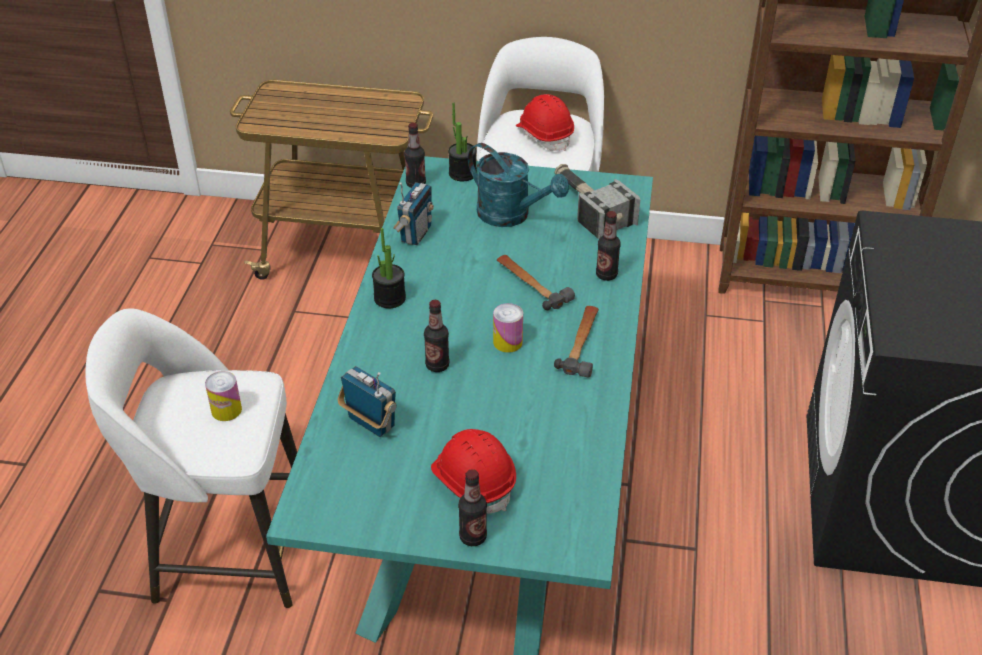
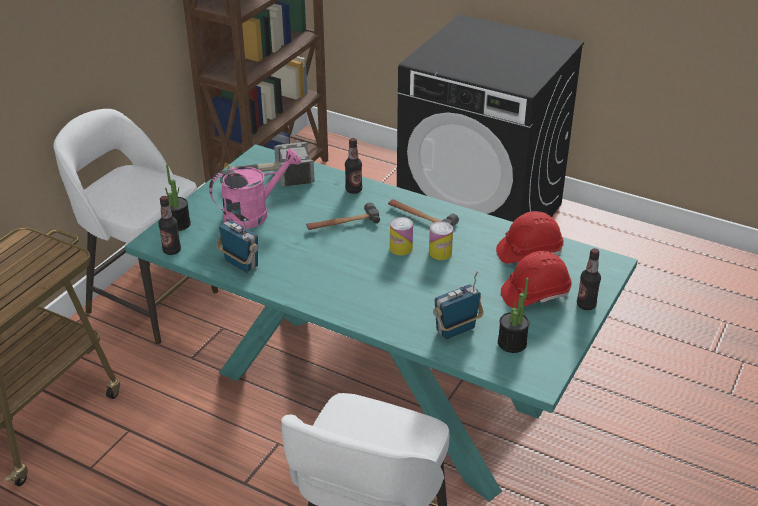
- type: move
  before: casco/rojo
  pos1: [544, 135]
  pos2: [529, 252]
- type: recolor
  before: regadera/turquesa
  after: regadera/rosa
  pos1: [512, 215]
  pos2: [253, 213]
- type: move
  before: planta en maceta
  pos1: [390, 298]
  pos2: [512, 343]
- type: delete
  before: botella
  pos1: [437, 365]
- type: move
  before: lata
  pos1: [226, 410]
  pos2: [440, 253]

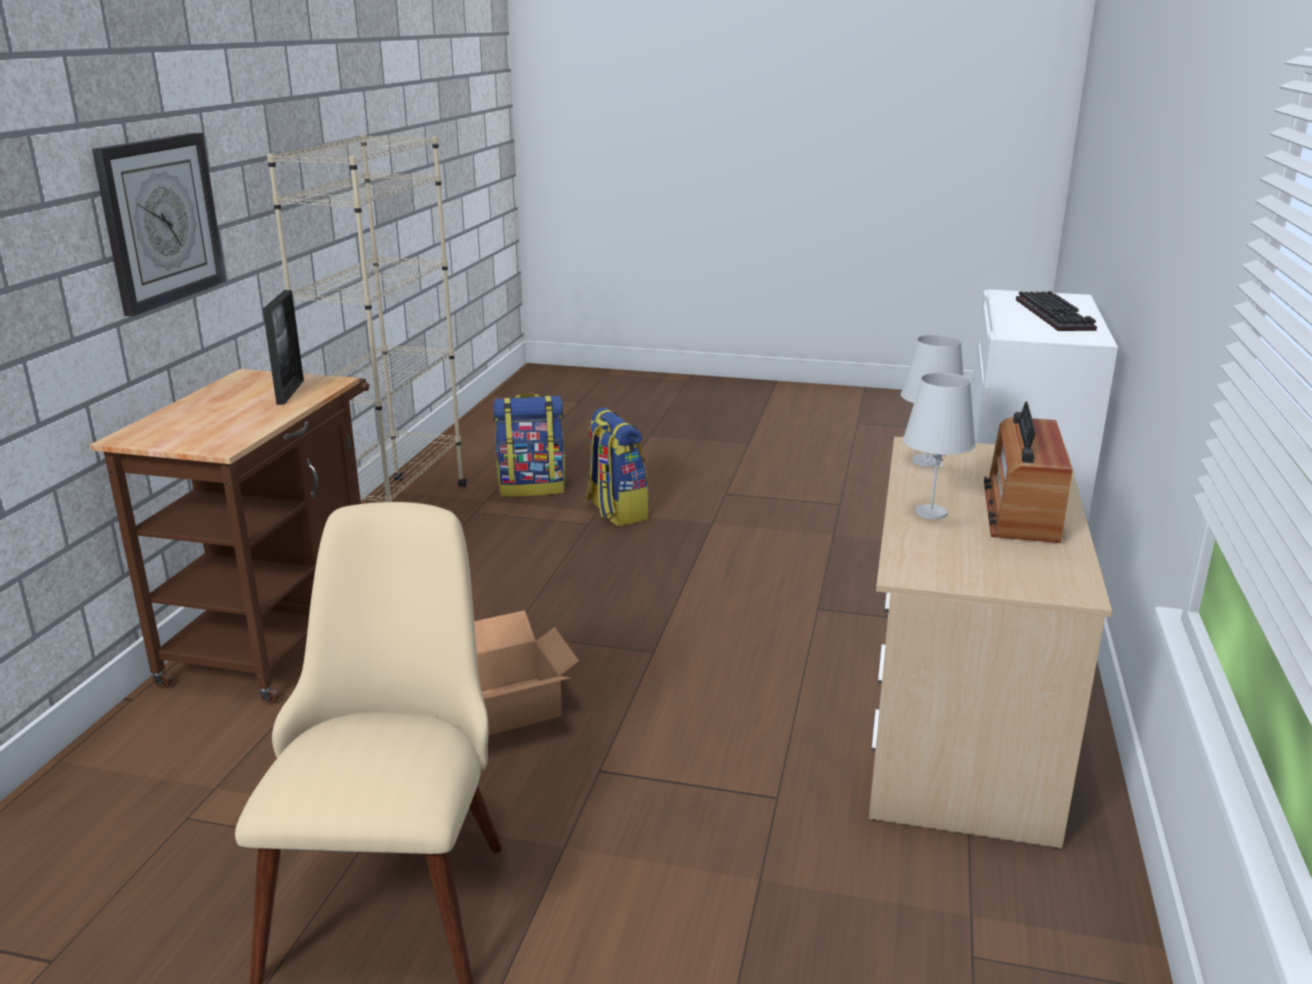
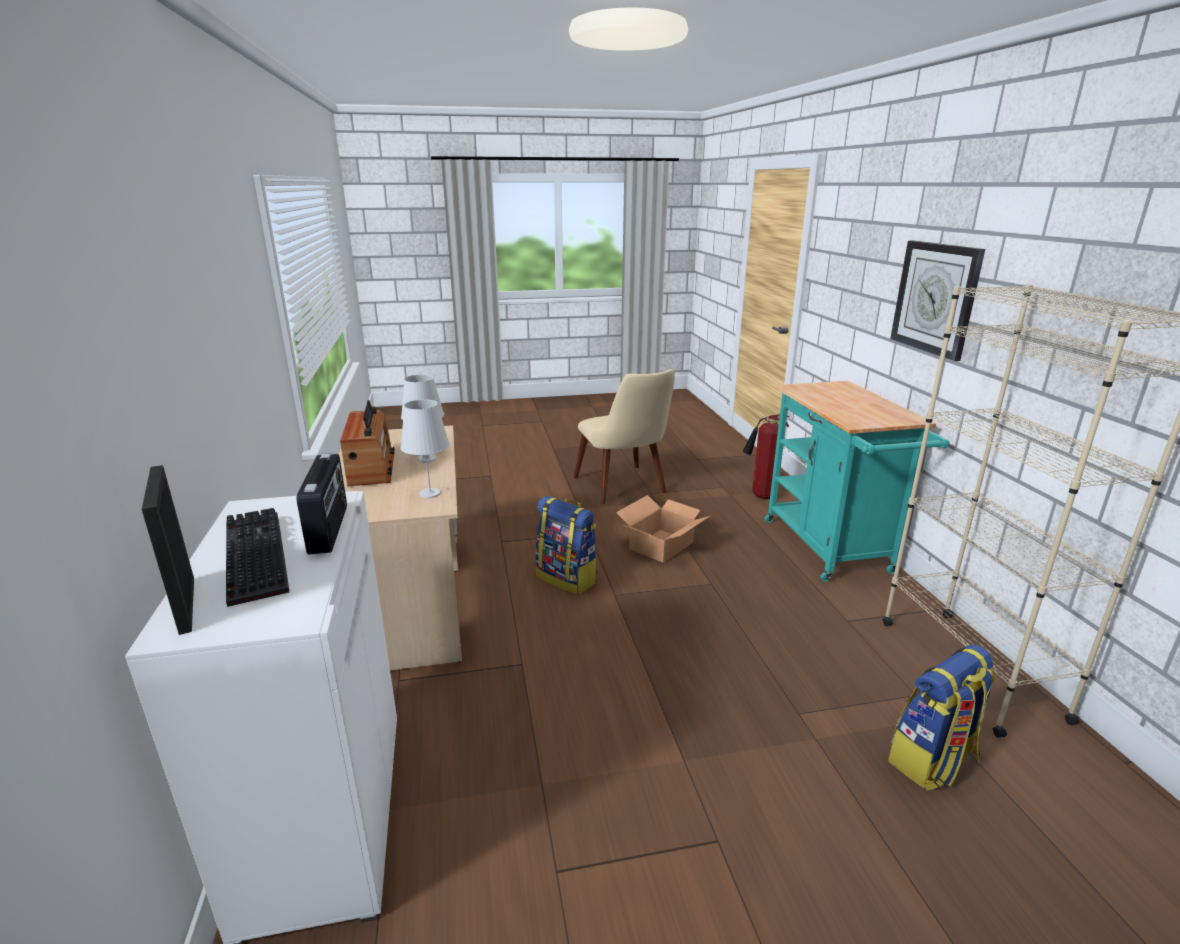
- type: move
  before: portarretratos
  pos1: [290, 392]
  pos2: [187, 604]
- type: recolor
  before: carrito/marrón
  after: carrito/turquesa
  pos1: [280, 633]
  pos2: [832, 550]
- type: move
  before: mochila
  pos1: [615, 511]
  pos2: [567, 579]
- type: insert
  after: extintor
  pos2: [760, 495]
- type: insert
  after: radio
  pos2: [330, 529]

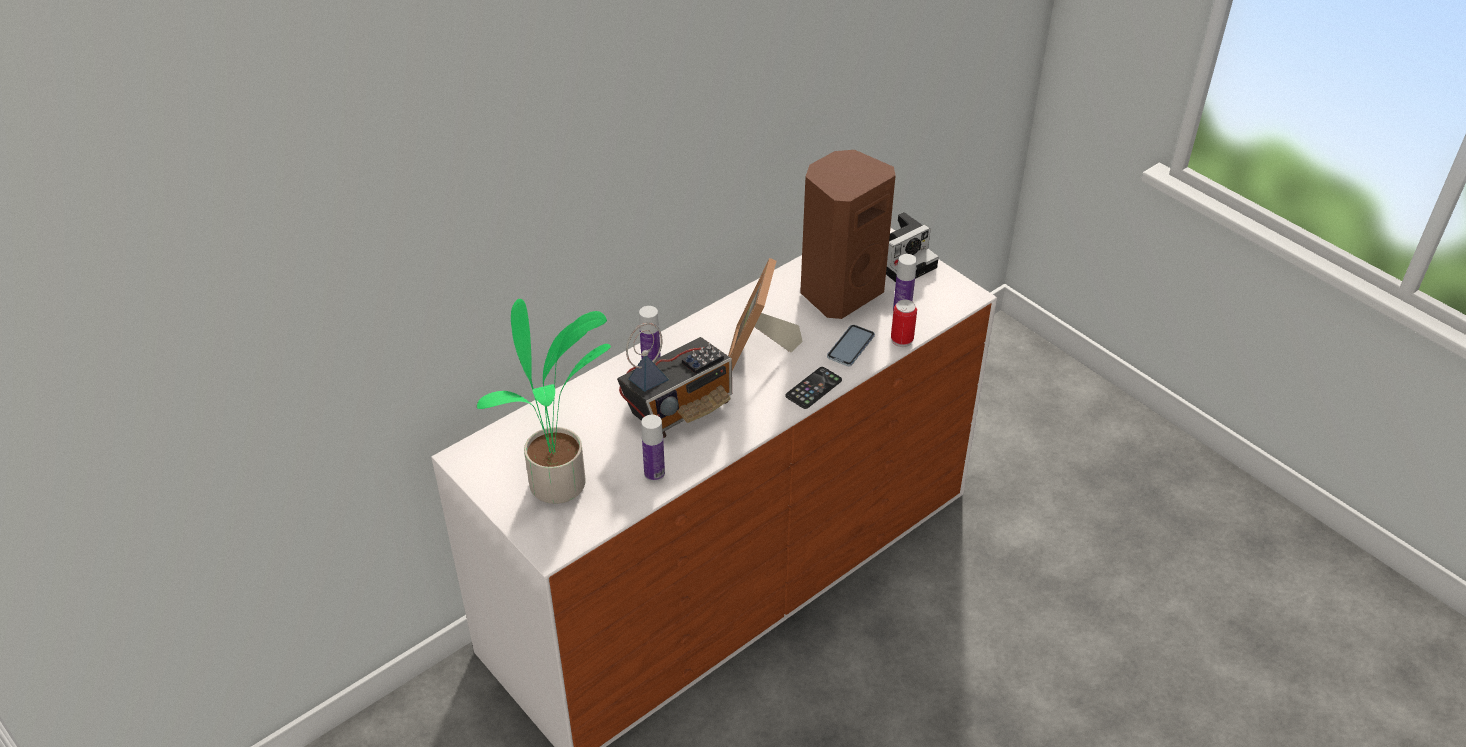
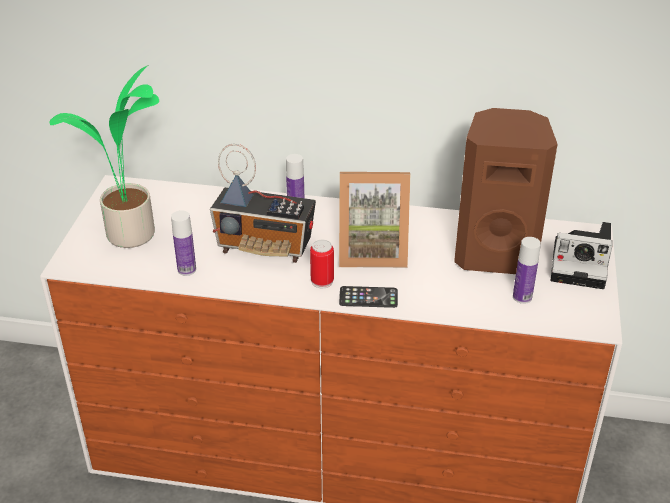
- type: rotate
  before: portarretratos
  pos1: [759, 352]
  pos2: [372, 251]
  turn: -150
- type: move
  before: lata
  pos1: [902, 339]
  pos2: [322, 281]
- type: delete
  before: móvil
  pos1: [850, 346]

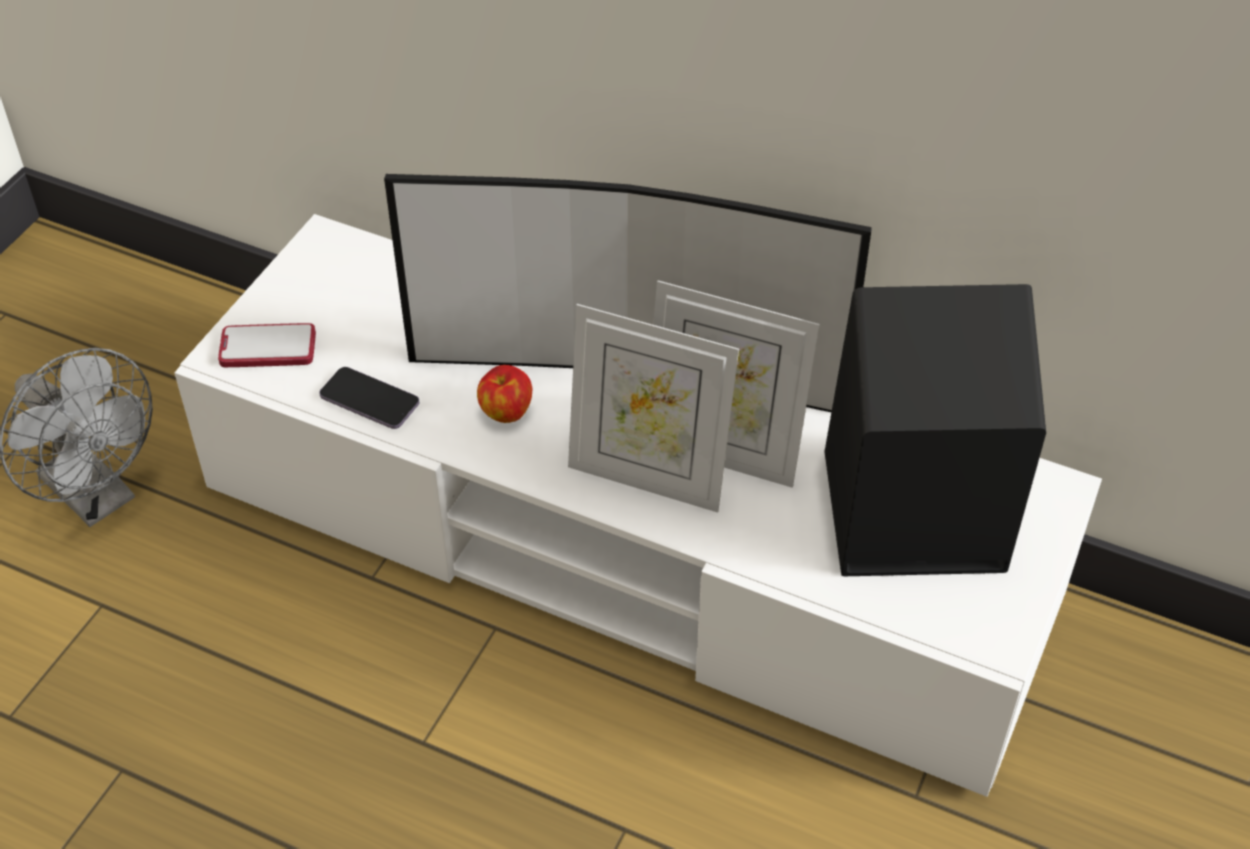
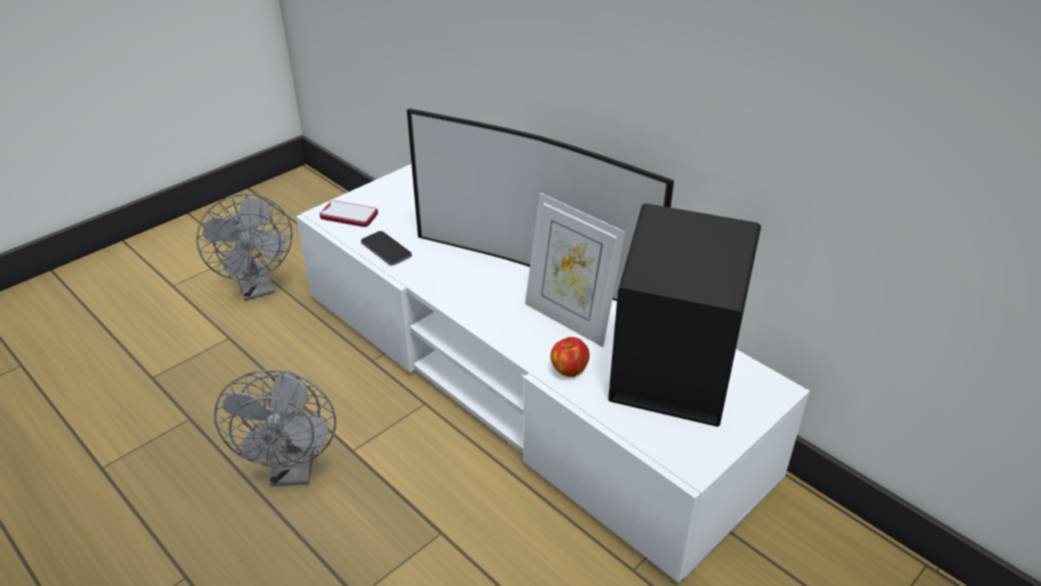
- type: delete
  before: portarretratos
  pos1: [648, 477]
- type: move
  before: manzana
  pos1: [505, 412]
  pos2: [568, 370]
- type: insert
  after: ventilador/gris
  pos2: [294, 470]

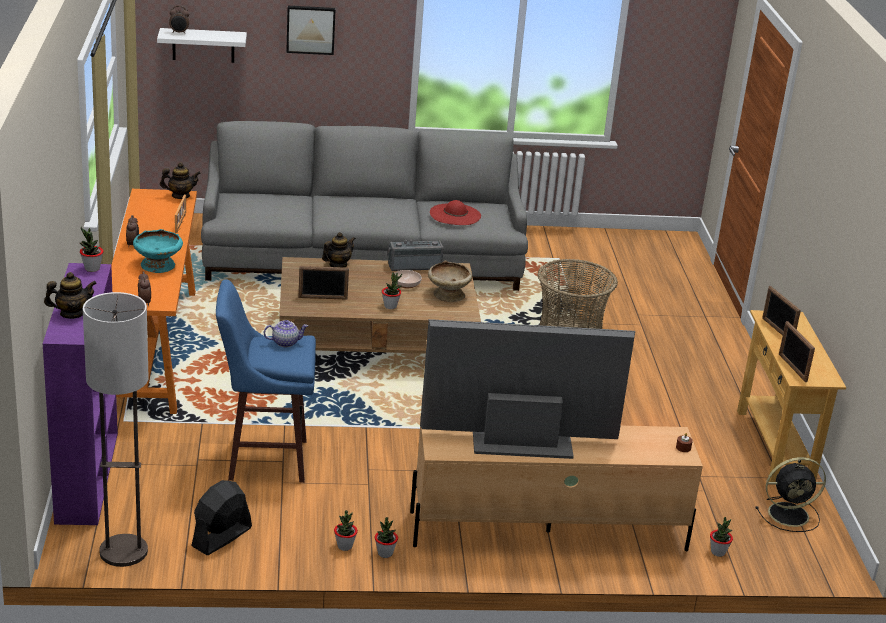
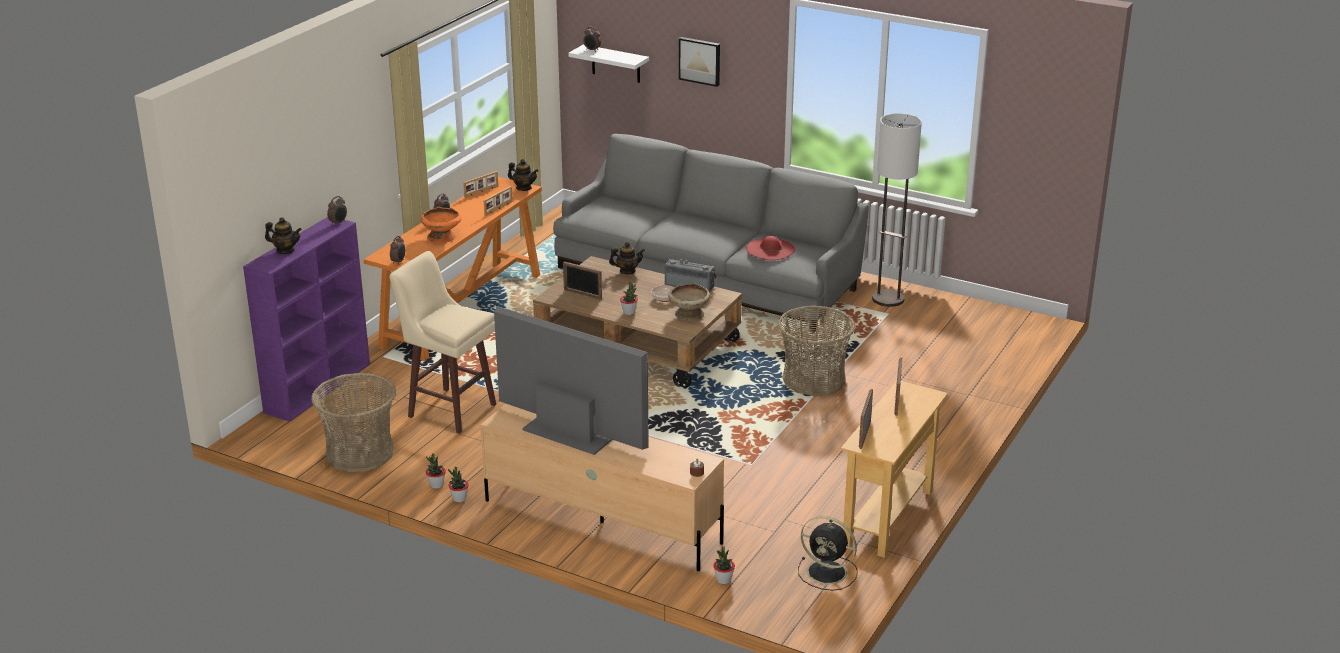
- type: replace
  before: planta en maceta
  after: despertador
  pos1: [92, 268]
  pos2: [338, 223]
- type: recolor
  before: cuenco/turquesa
  after: cuenco/naranja
  pos1: [158, 264]
  pos2: [442, 236]
- type: recolor
  before: taburete/azul
  after: taburete/beis
  pos1: [264, 459]
  pos2: [450, 409]
- type: move
  before: lámpara de pie
  pos1: [124, 551]
  pos2: [888, 299]
- type: delete
  before: tetera
  pos1: [285, 342]
- type: replace
  before: ventilador/negro
  after: cesta
  pos1: [221, 537]
  pos2: [359, 453]
- type: insert
  after: portarretratos
  pos2: [481, 192]

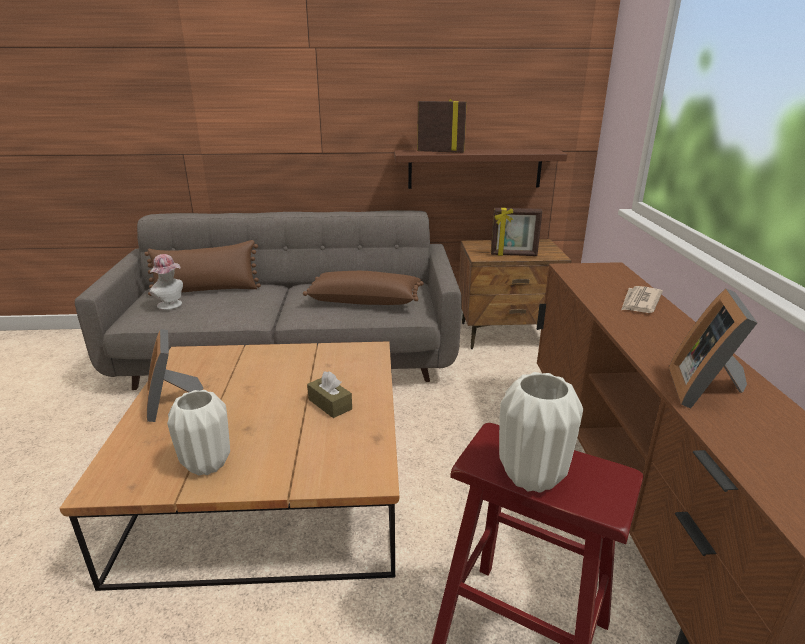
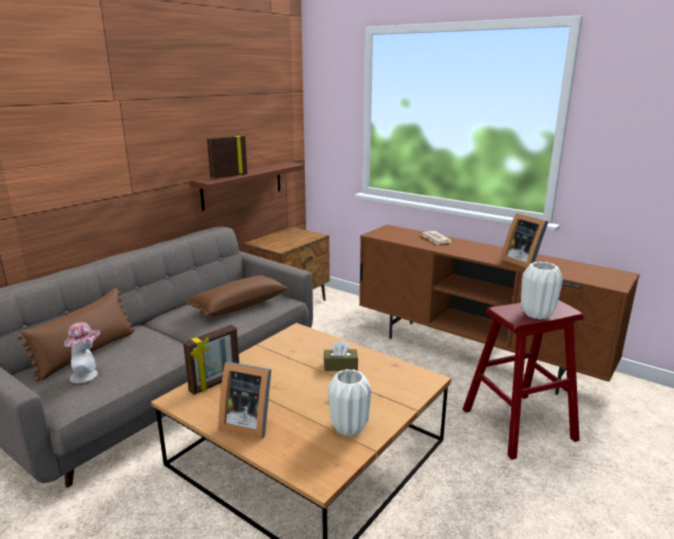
- type: move
  before: portarretratos
  pos1: [513, 255]
  pos2: [215, 383]

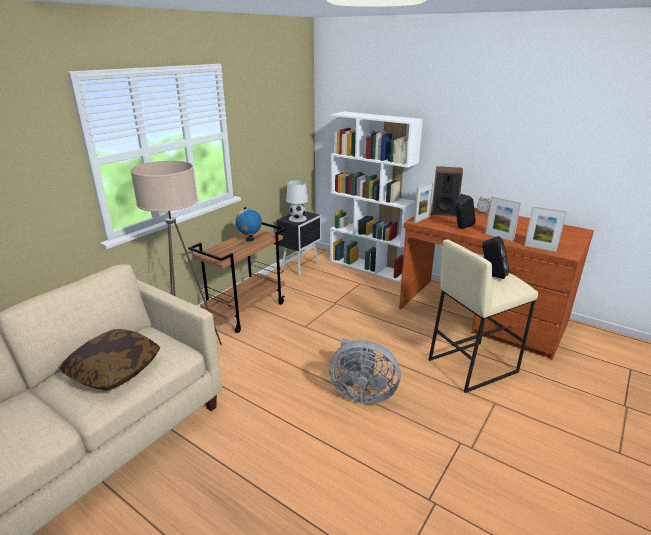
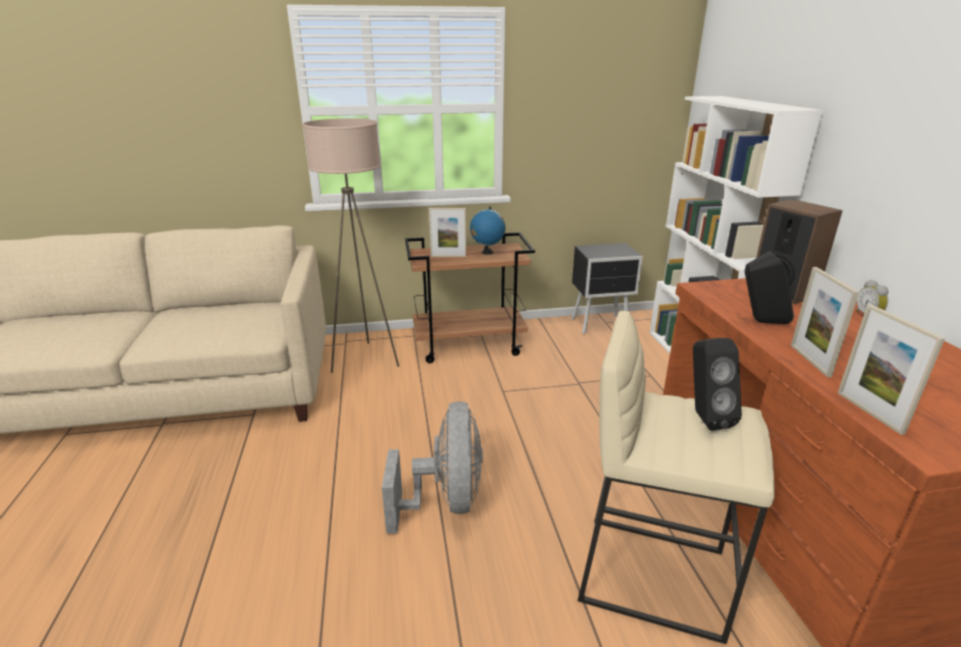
- type: delete
  before: lámpara de mesa/blanco
  pos1: [297, 218]
- type: move
  before: portarretratos
  pos1: [422, 220]
  pos2: [448, 256]
- type: delete
  before: cojín
  pos1: [115, 370]
- type: rotate
  before: ventilador/gris
  pos1: [362, 393]
  pos2: [446, 501]
  turn: -150

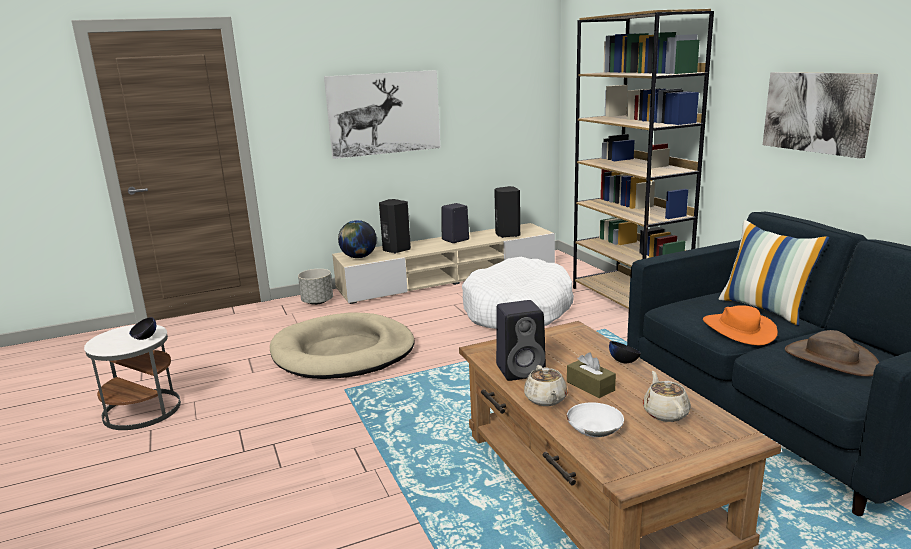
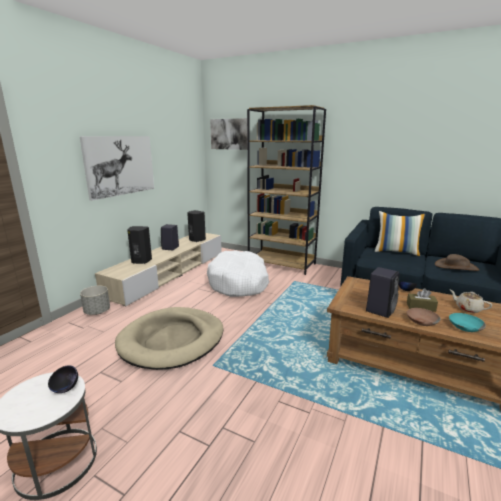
- type: move
  before: cuadro
  pos1: [817, 112]
  pos2: [230, 134]
- type: delete
  before: globo terráqueo
  pos1: [358, 257]
- type: delete
  before: sombrero/naranja
  pos1: [738, 329]
- type: replace
  before: tetera/beis
  after: cuenco/marrón
  pos1: [545, 399]
  pos2: [421, 321]
- type: recolor
  before: cuenco/blanco
  after: cuenco/turquesa
  pos1: [594, 427]
  pos2: [464, 326]

